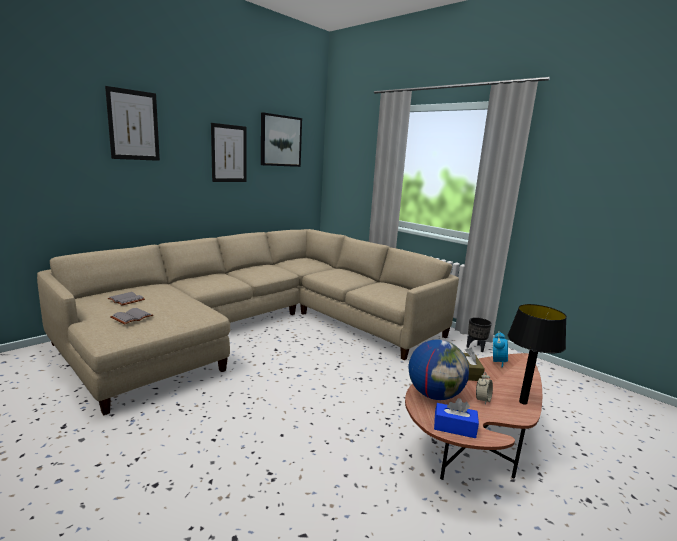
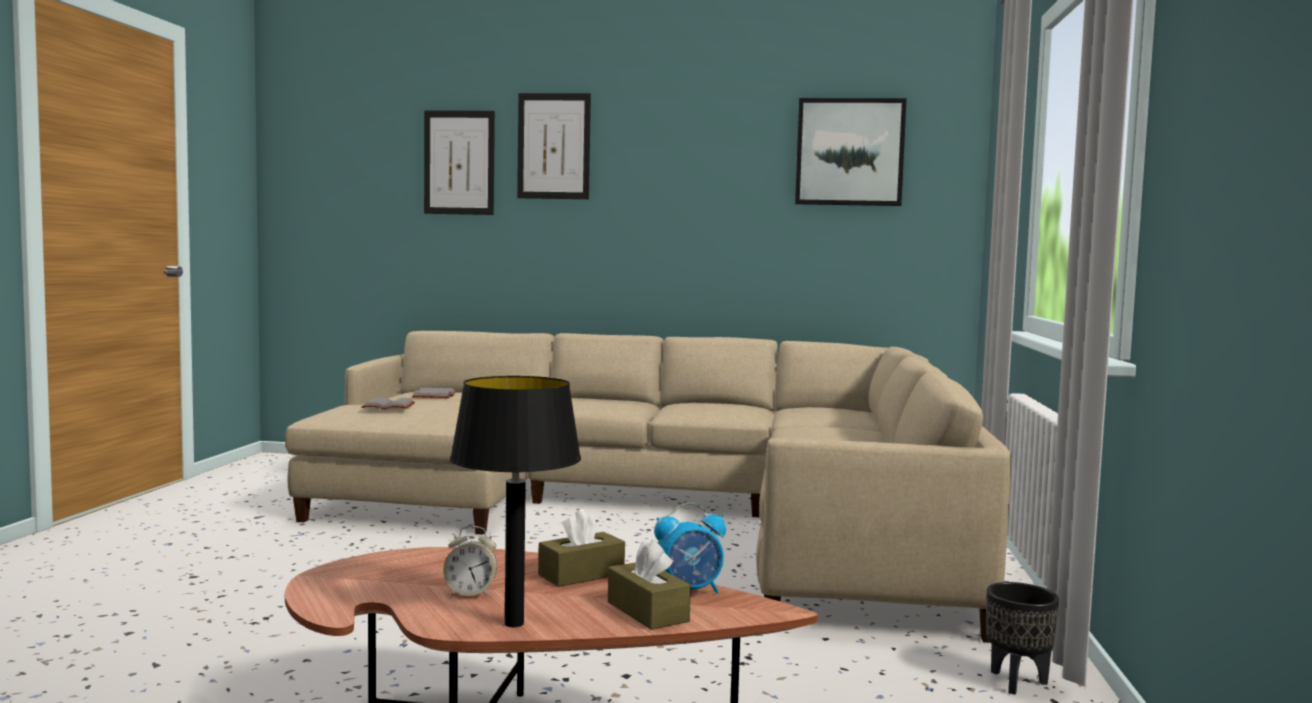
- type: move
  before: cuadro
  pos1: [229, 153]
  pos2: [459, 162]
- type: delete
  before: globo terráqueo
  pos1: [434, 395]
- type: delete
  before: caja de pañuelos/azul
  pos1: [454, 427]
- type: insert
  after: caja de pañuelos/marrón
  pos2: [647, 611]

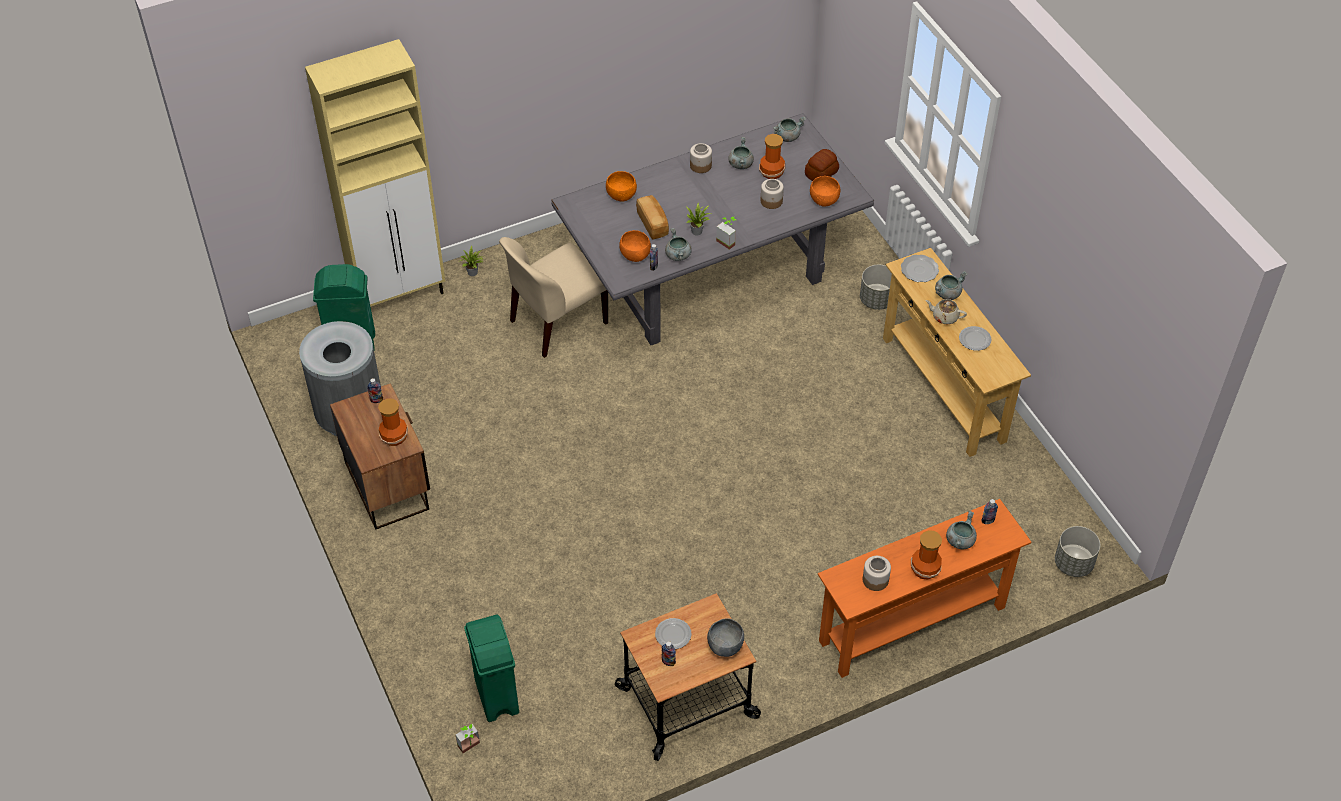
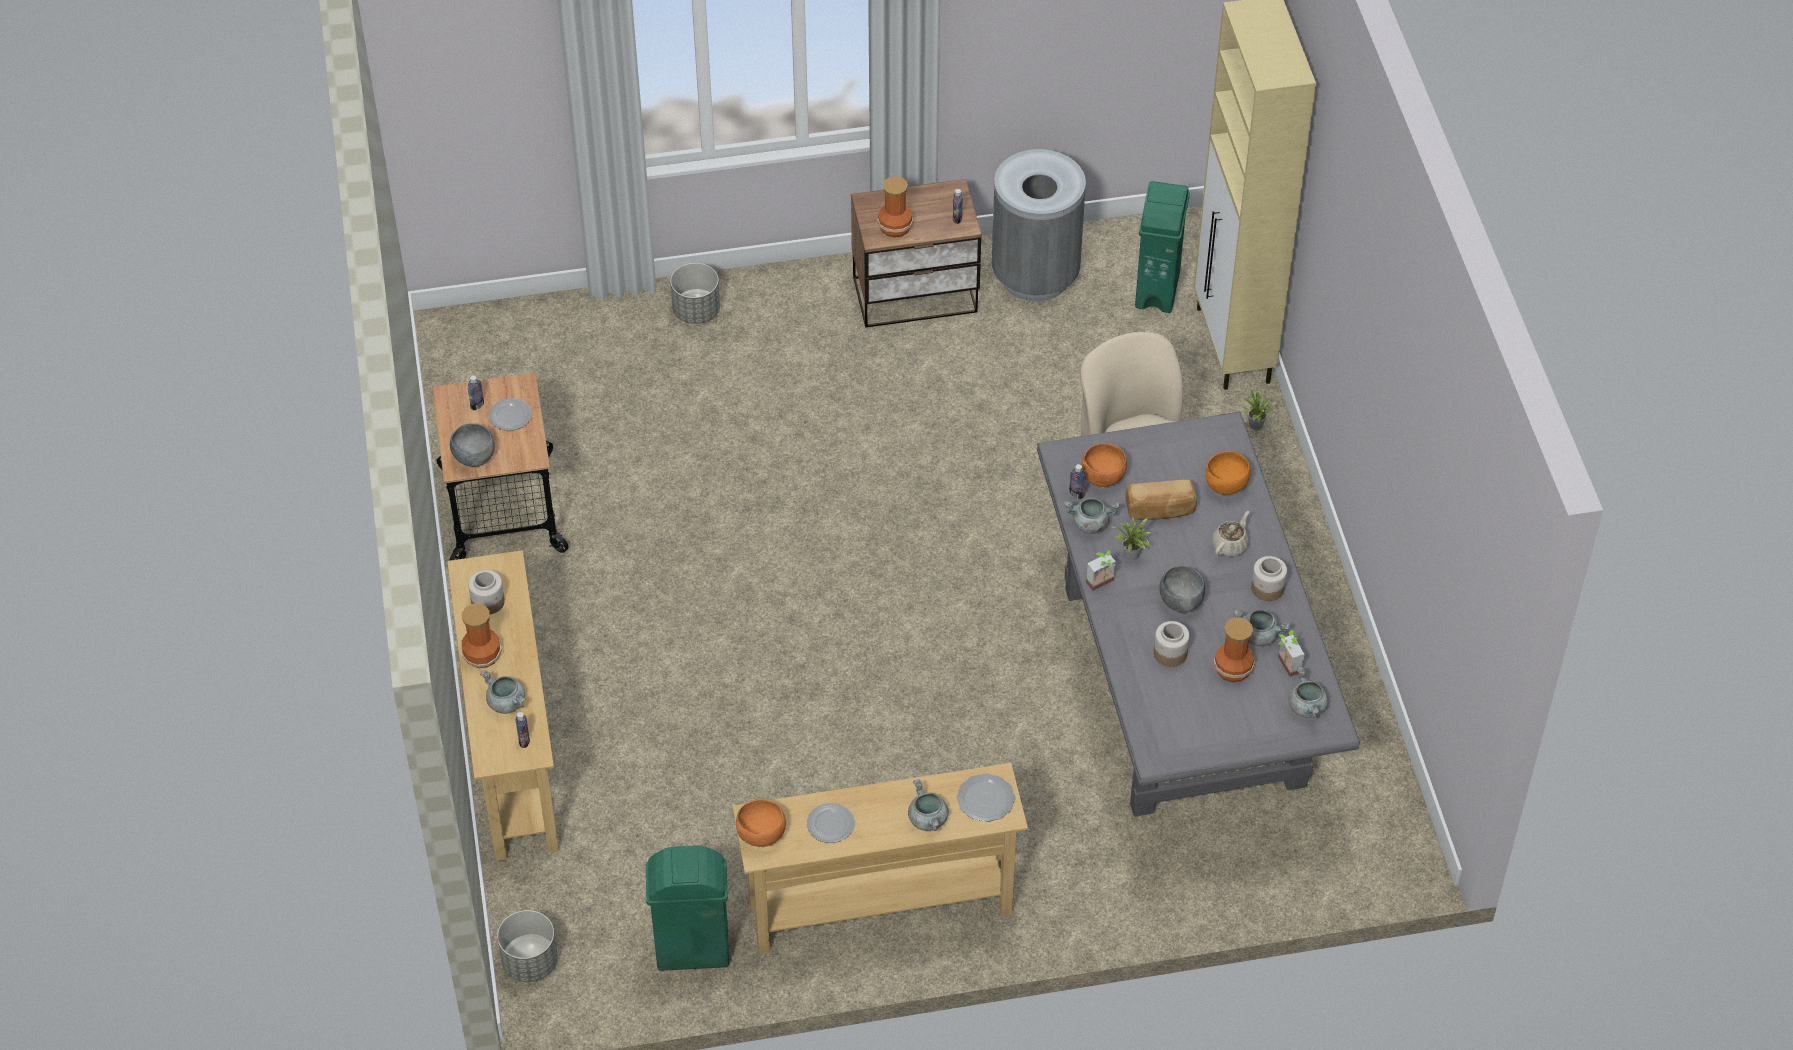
- type: delete
  before: pan
  pos1: [822, 173]
- type: move
  before: cuenco/naranja
  pos1: [824, 200]
  pos2: [762, 836]
- type: move
  before: maceta/gris
  pos1: [876, 300]
  pos2: [696, 311]
- type: move
  before: tetera/beis
  pos1: [944, 317]
  pos2: [1230, 545]
- type: recolor
  before: mesa consola/naranja
  after: mesa consola/beis
  pos1: [912, 625]
  pos2: [513, 754]
- type: move
  before: papelera/verde
  pos1: [496, 697]
  pos2: [692, 950]
- type: move
  before: planta en maceta
  pos1: [471, 747]
  pos2: [1284, 666]
- type: insert
  after: cuenco/gris
  pos2: [1180, 603]

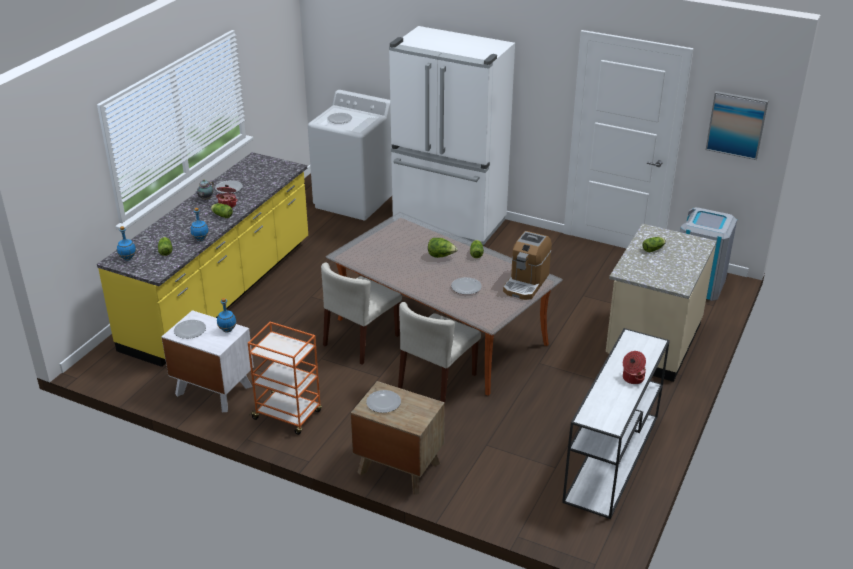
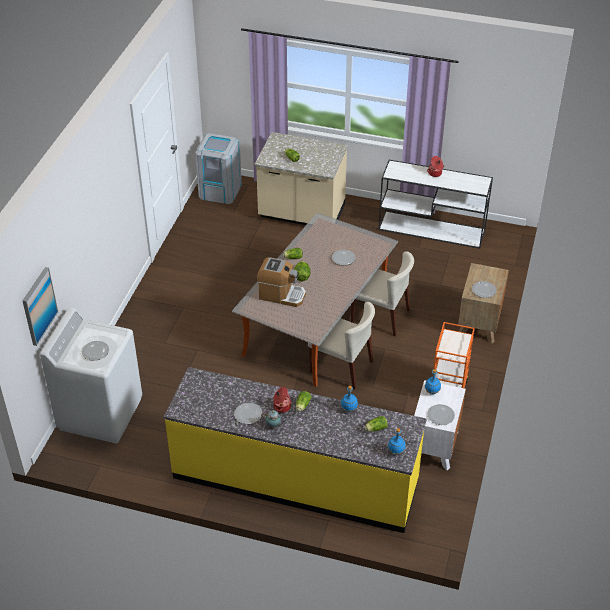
- type: delete
  before: nevera/blanco
  pos1: [449, 225]
- type: move
  before: cuadro
  pos1: [736, 125]
  pos2: [39, 306]
- type: move
  before: cafetera
  pos1: [526, 283]
  pos2: [282, 295]

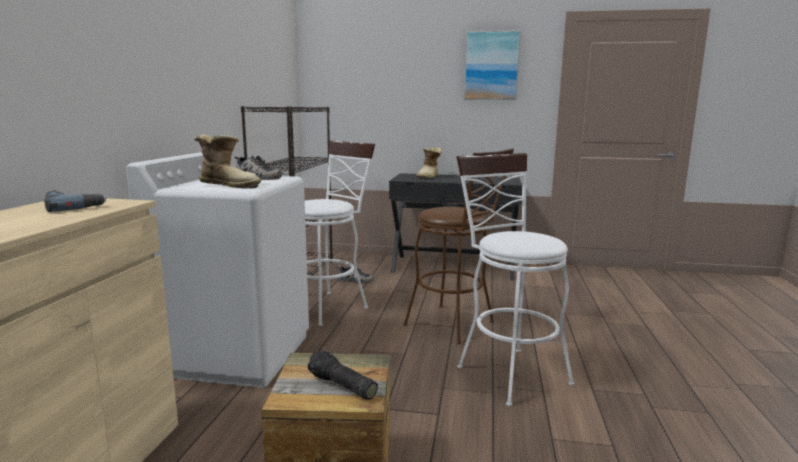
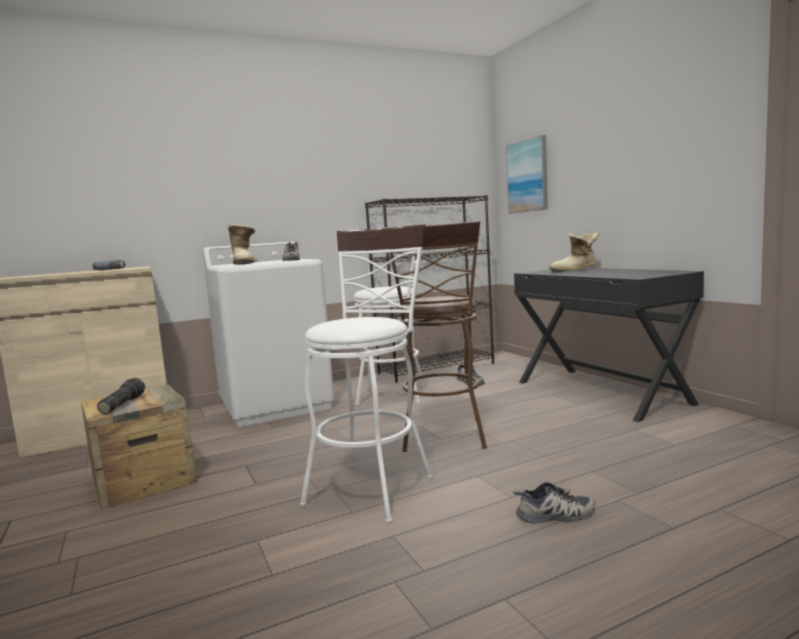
- type: move
  before: cuadro
  pos1: [491, 66]
  pos2: [528, 176]
- type: insert
  after: zapato
  pos2: [555, 515]

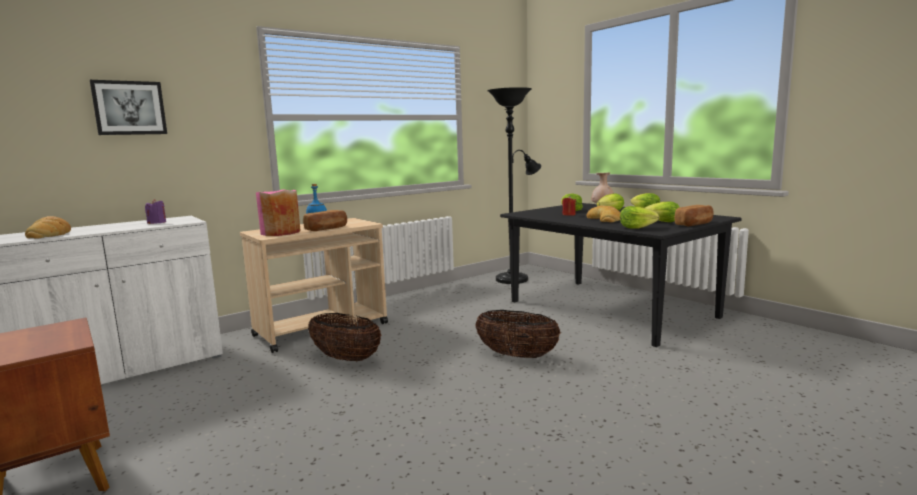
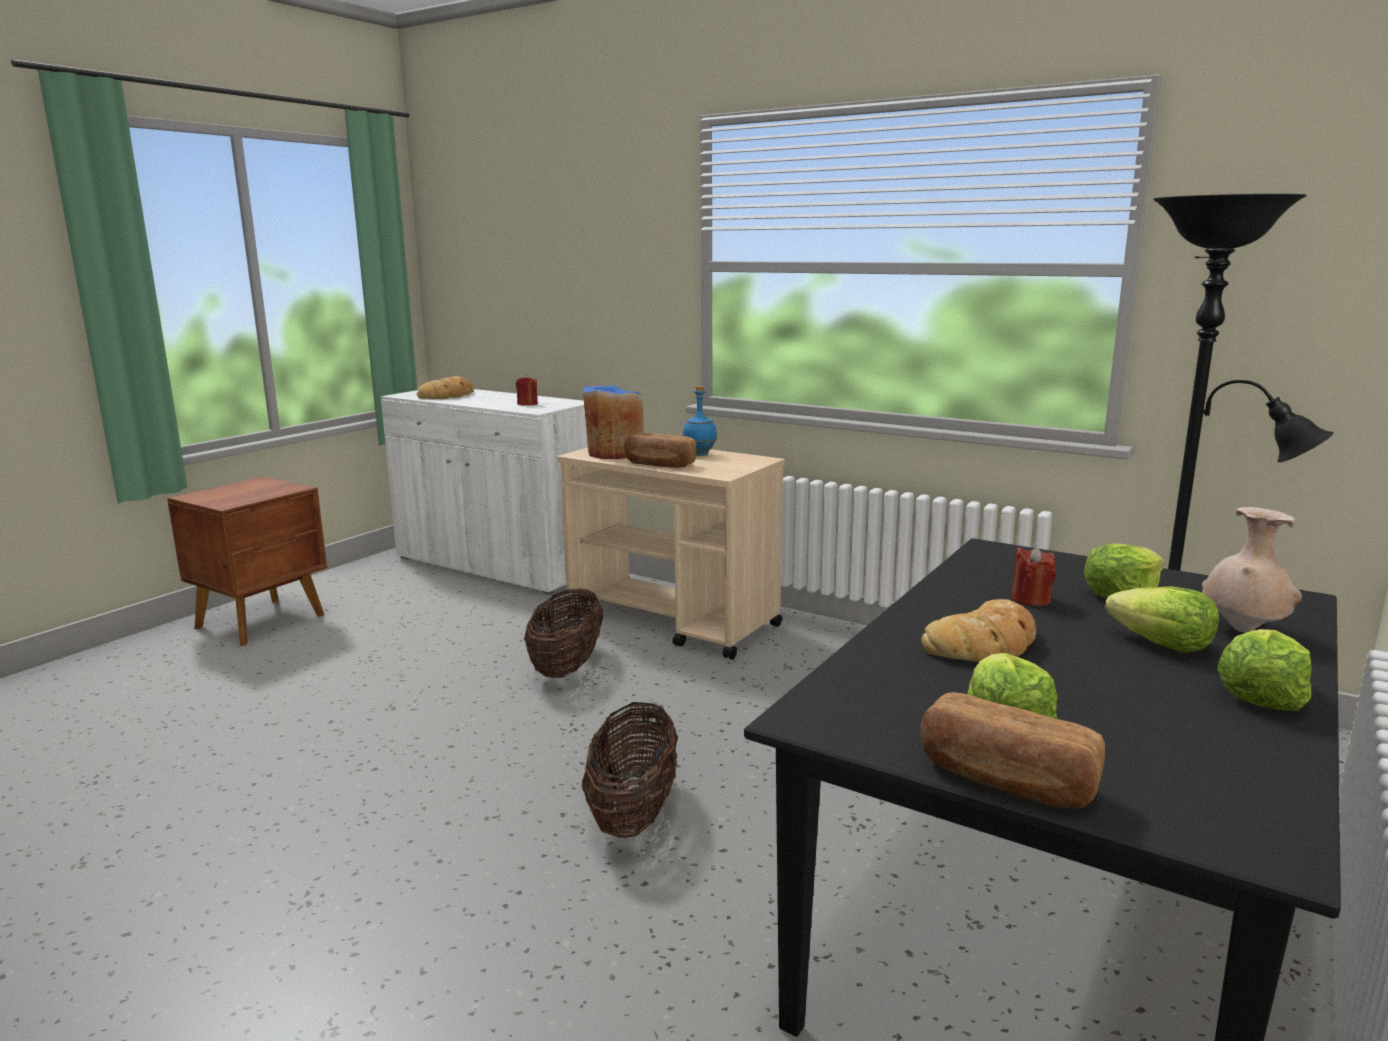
- type: delete
  before: cuadro
  pos1: [129, 108]
- type: recolor
  before: florero/rosa
  after: florero/azul
  pos1: [280, 232]
  pos2: [615, 453]
- type: recolor
  before: vela/morado
  after: vela/rojo
  pos1: [157, 223]
  pos2: [527, 404]
- type: delete
  before: lechuga
  pos1: [636, 227]

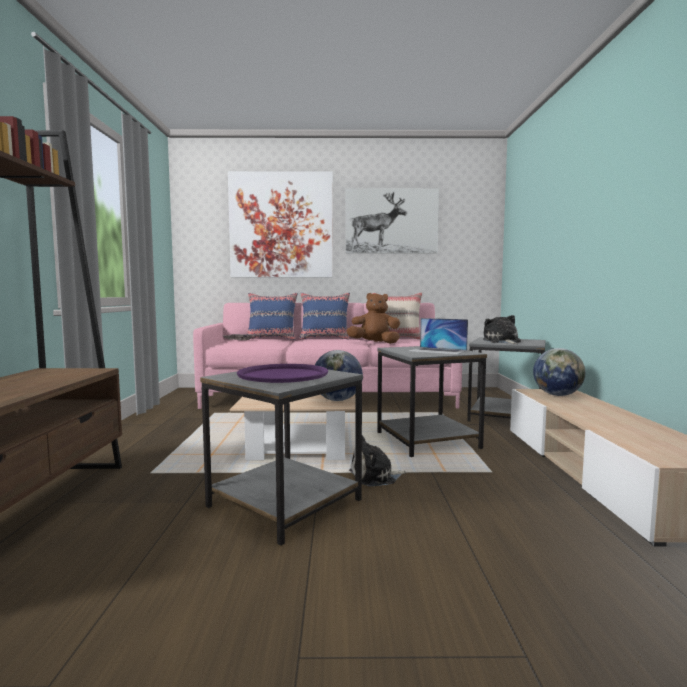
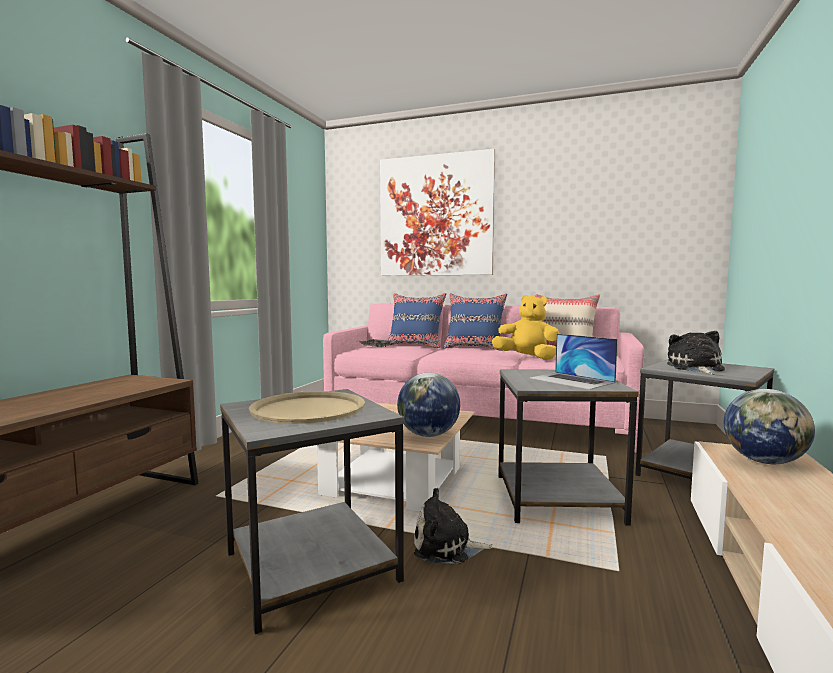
- type: delete
  before: cuadro
  pos1: [391, 221]
- type: recolor
  before: peluche/marrón
  after: peluche/amarillo
  pos1: [374, 343]
  pos2: [527, 358]
- type: recolor
  before: bandeja/morado
  after: bandeja/beis
  pos1: [283, 375]
  pos2: [308, 409]

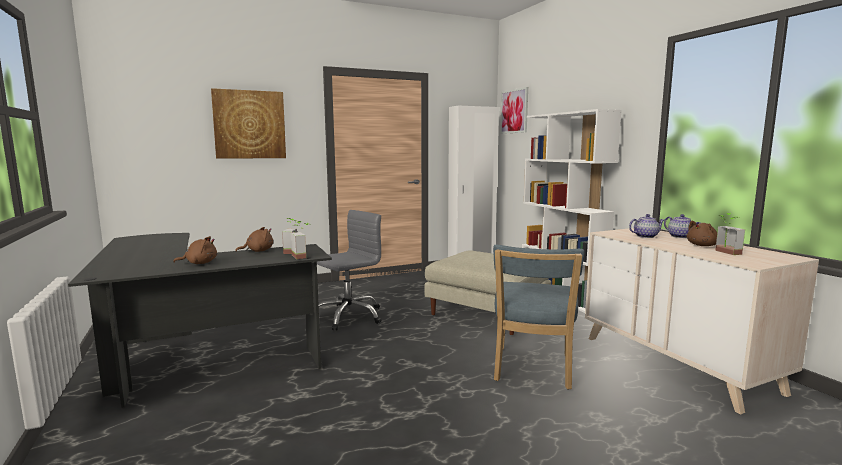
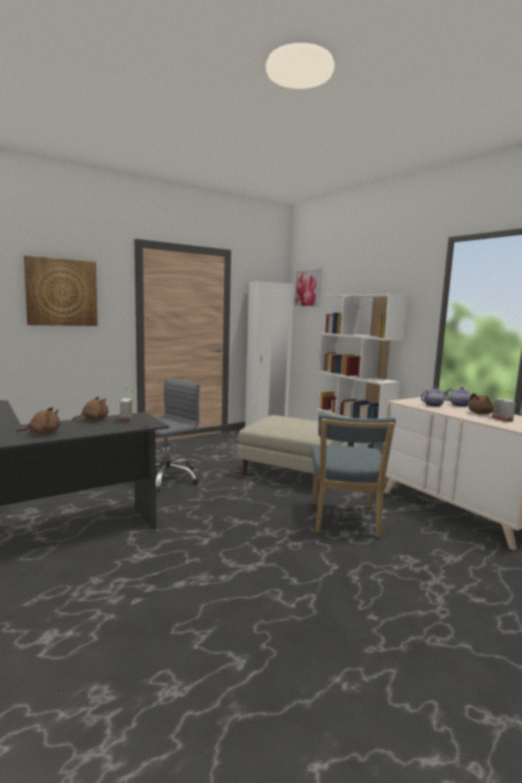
- type: delete
  before: planta en maceta
  pos1: [303, 256]

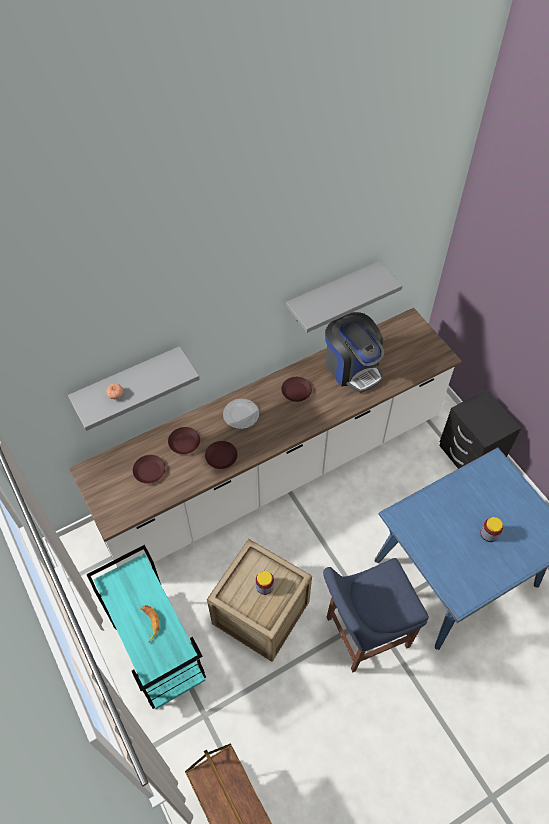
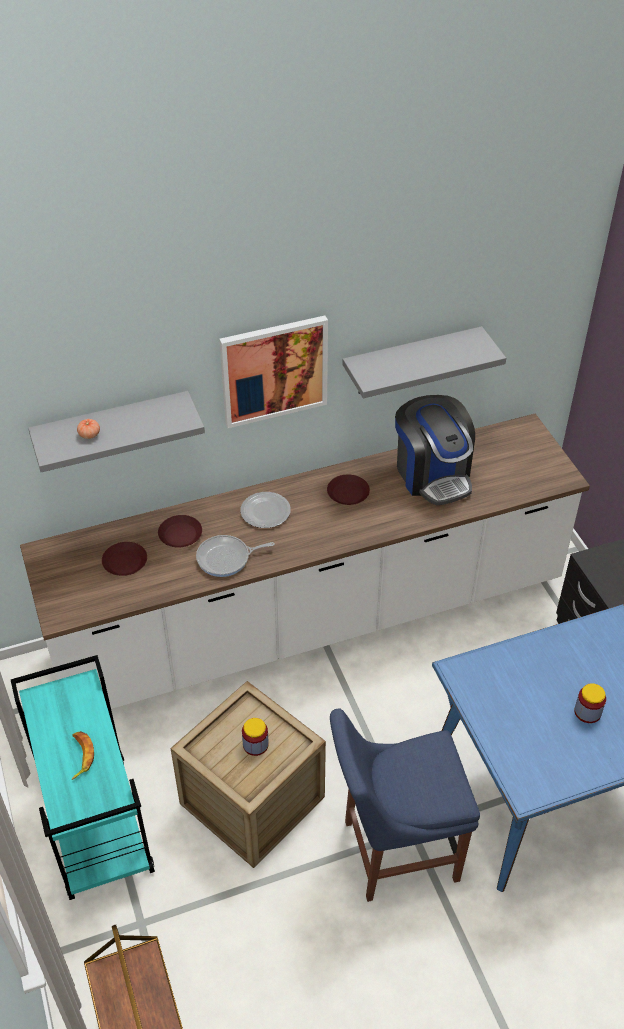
- type: replace
  before: plato/marrón
  after: sartén
  pos1: [221, 457]
  pos2: [226, 558]
- type: insert
  after: cuadro
  pos2: [274, 370]

